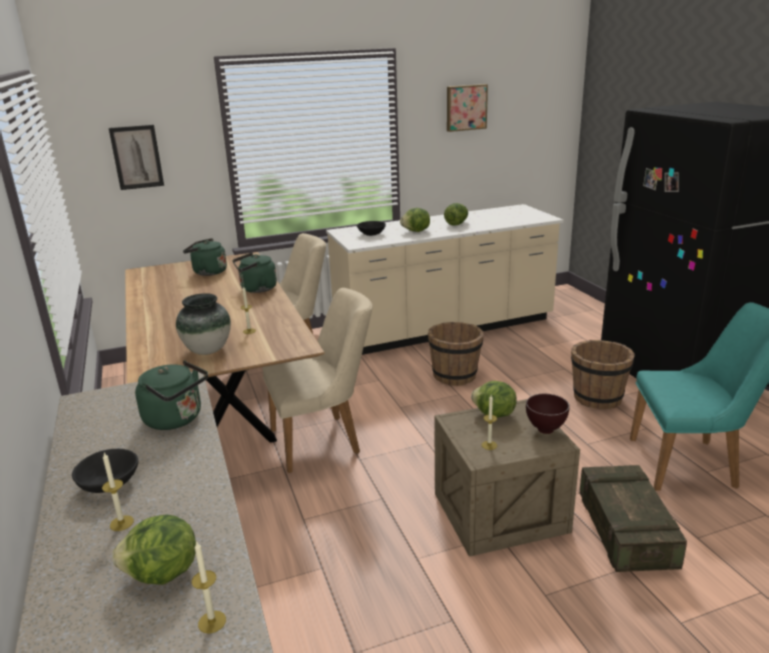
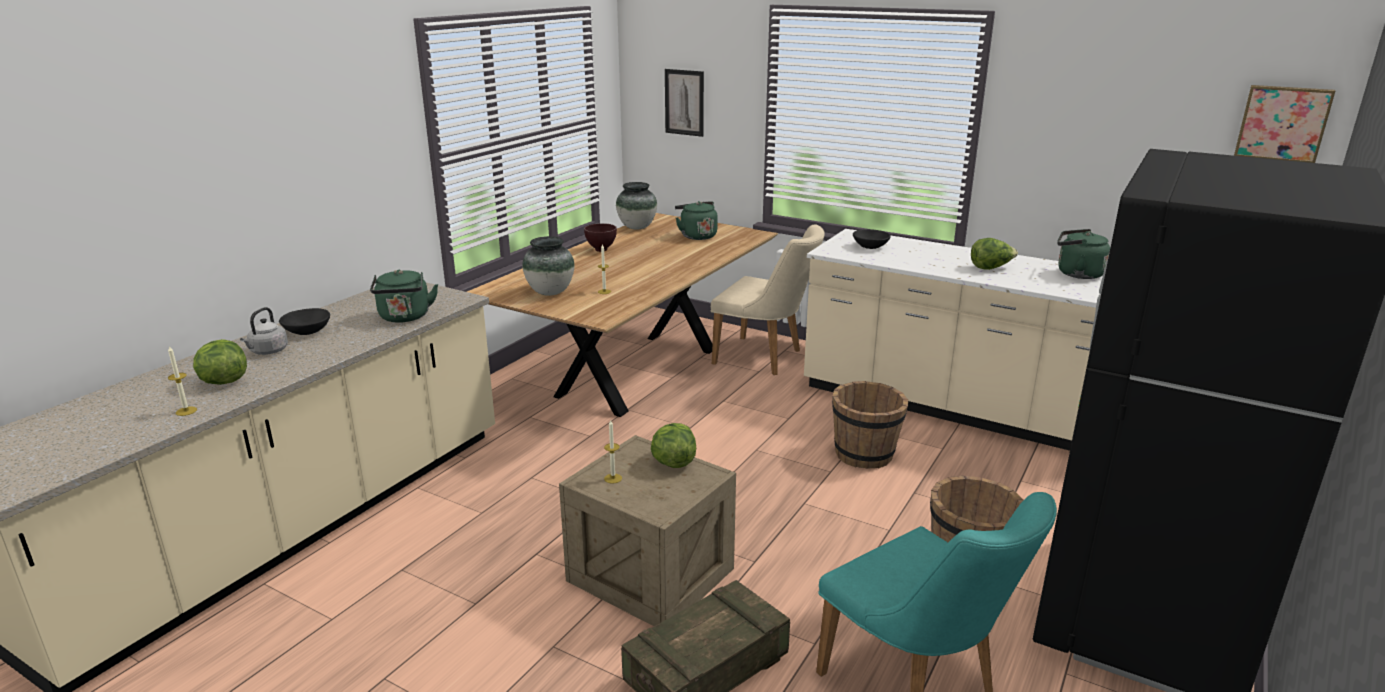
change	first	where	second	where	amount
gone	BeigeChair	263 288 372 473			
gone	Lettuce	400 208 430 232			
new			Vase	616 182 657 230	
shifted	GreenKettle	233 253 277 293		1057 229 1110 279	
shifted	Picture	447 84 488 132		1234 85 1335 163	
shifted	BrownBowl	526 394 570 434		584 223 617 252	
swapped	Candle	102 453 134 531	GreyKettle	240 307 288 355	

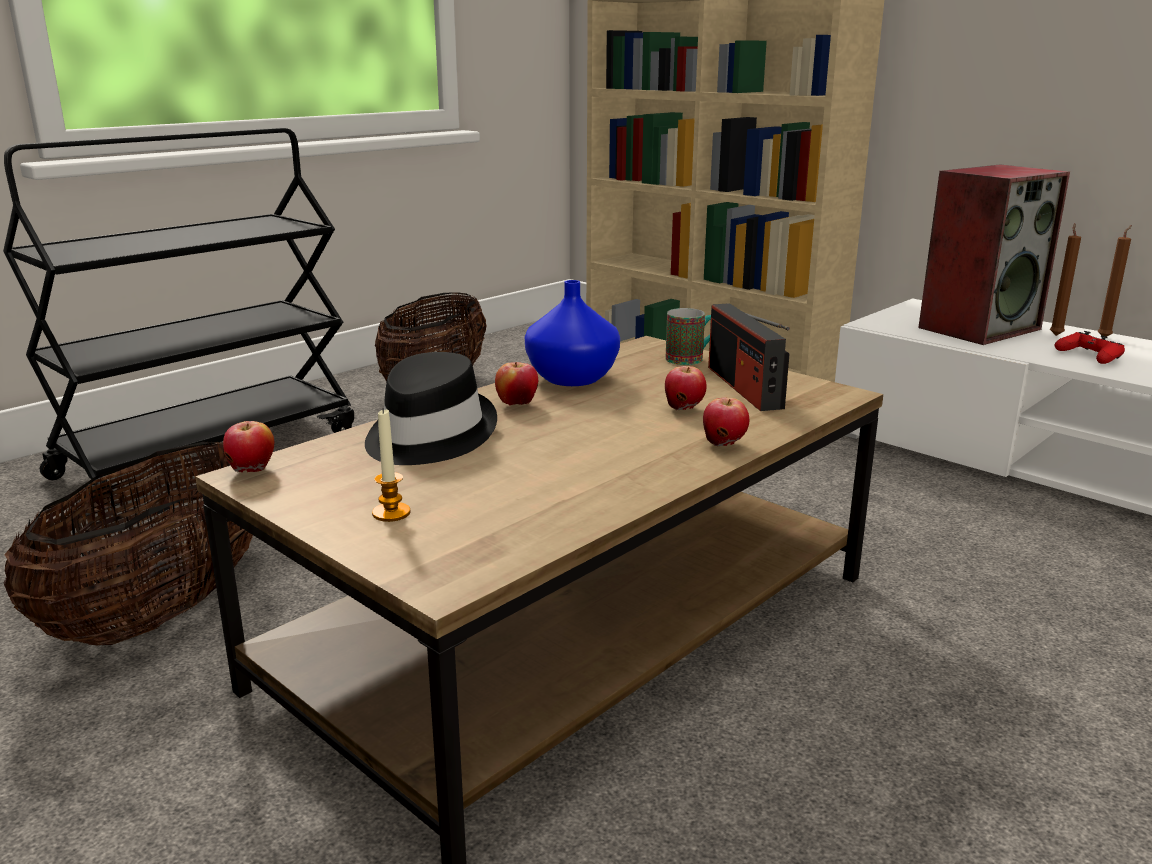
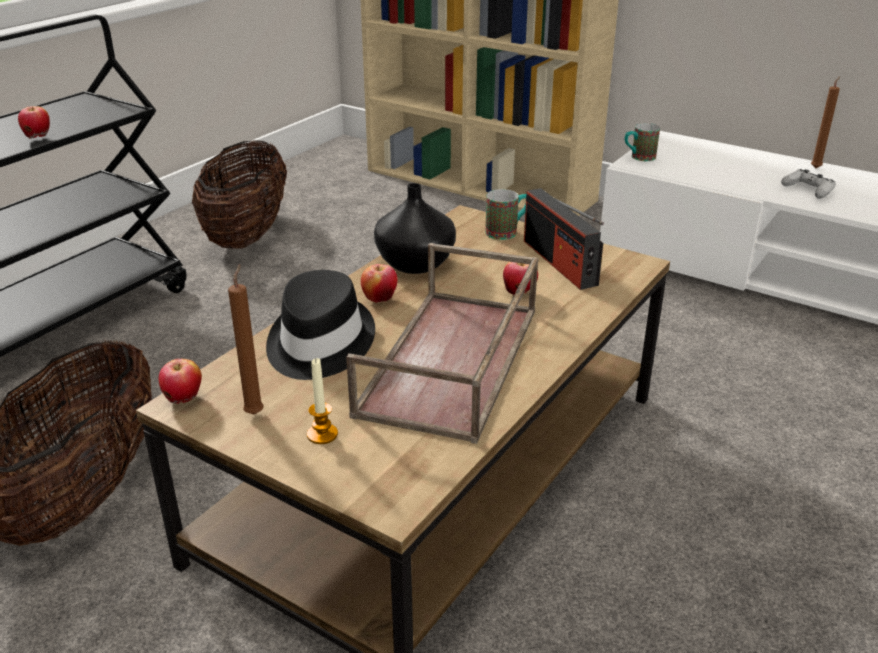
change	first	where	second	where	amount
gone	Speaker	918 165 1070 345			
new			BrownTray	346 243 538 444	
new			Mug	625 123 660 161	
shifted	Apple	703 397 749 447		18 106 50 139	
shifted	BrownCandle	1050 223 1081 336		228 264 264 415	
repainted	BlueVase	525 280 620 386	BlackVase	374 183 456 274	
repainted	RedGameController	1055 331 1125 364	WhiteGameController	781 169 836 199	

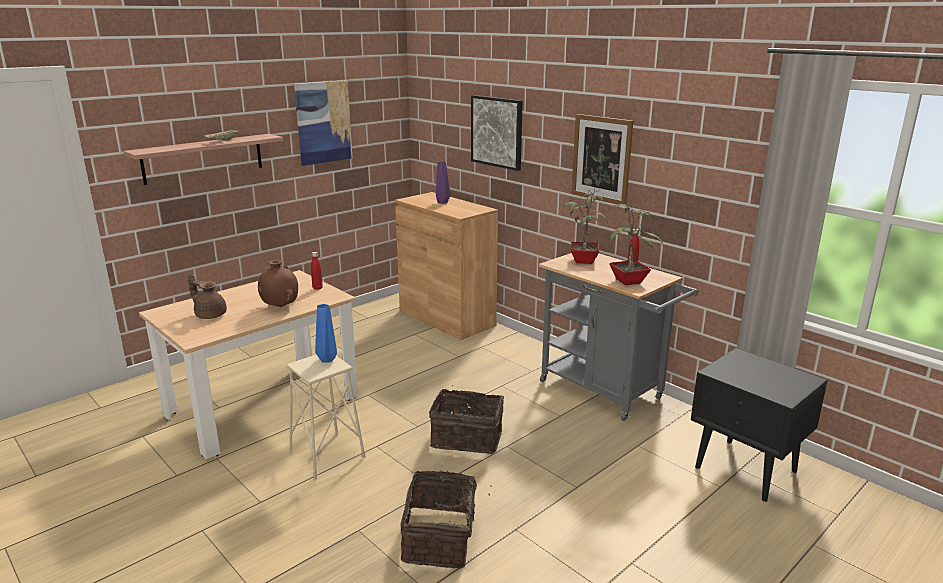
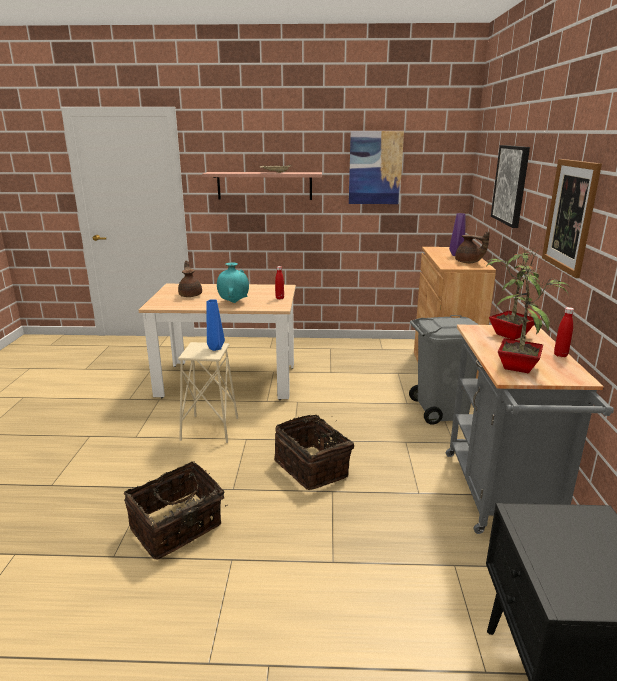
change	first	where	second	where	amount
new			GreyTrashCan	409 315 478 425	
new			BrownTeapot	455 231 490 263	
repainted	BrownVase	258 260 298 307	TurquoiseVase	217 263 249 303	

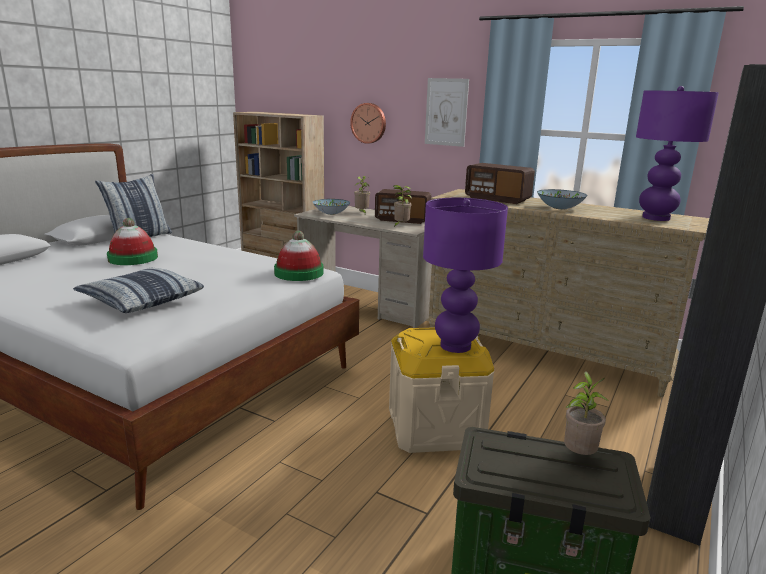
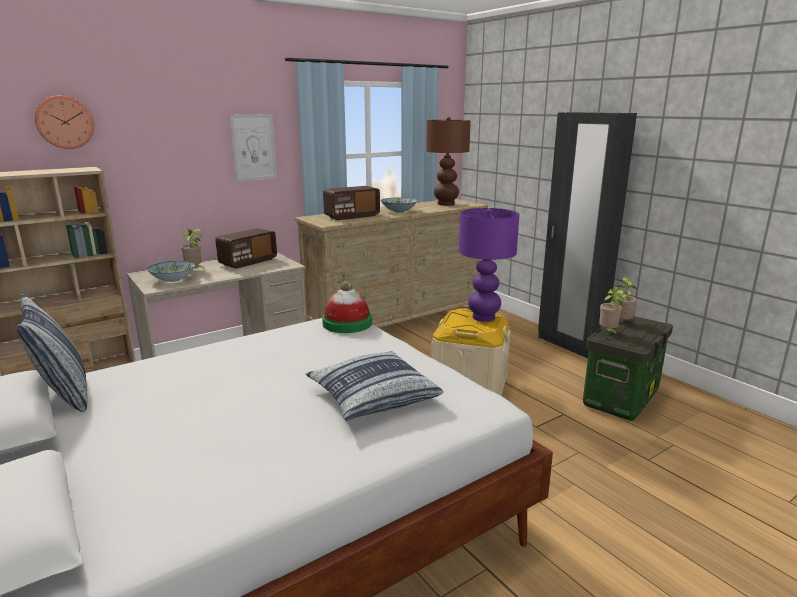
change	first	where	second	where	amount
gone	Hat	107 218 158 265			
shifted	WallClock	350 103 386 144		35 95 94 149	
shifted	PottedPlant	393 185 412 228		599 286 624 337	
repainted	PurpleTableLamp	636 86 719 221	BrownTableLamp	426 117 471 206	

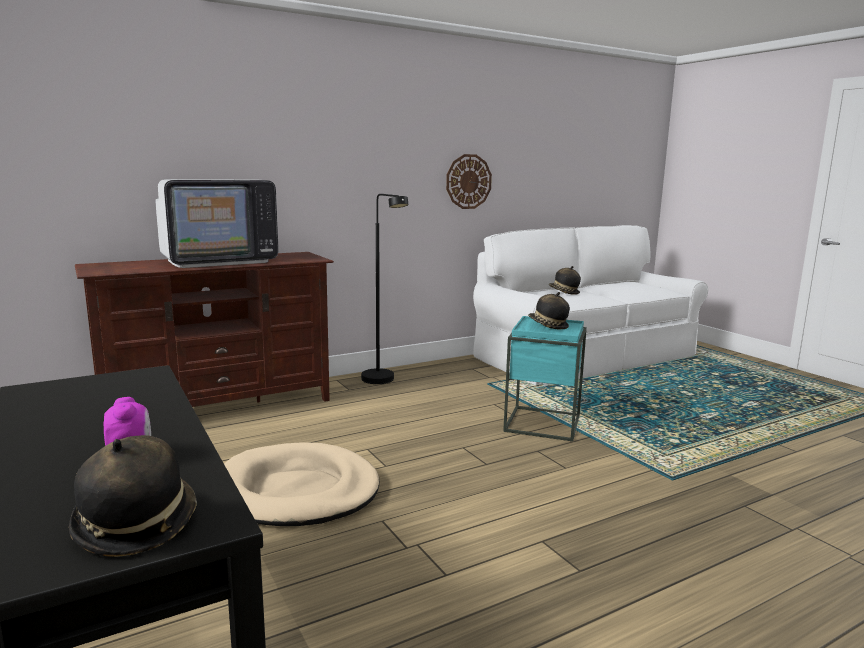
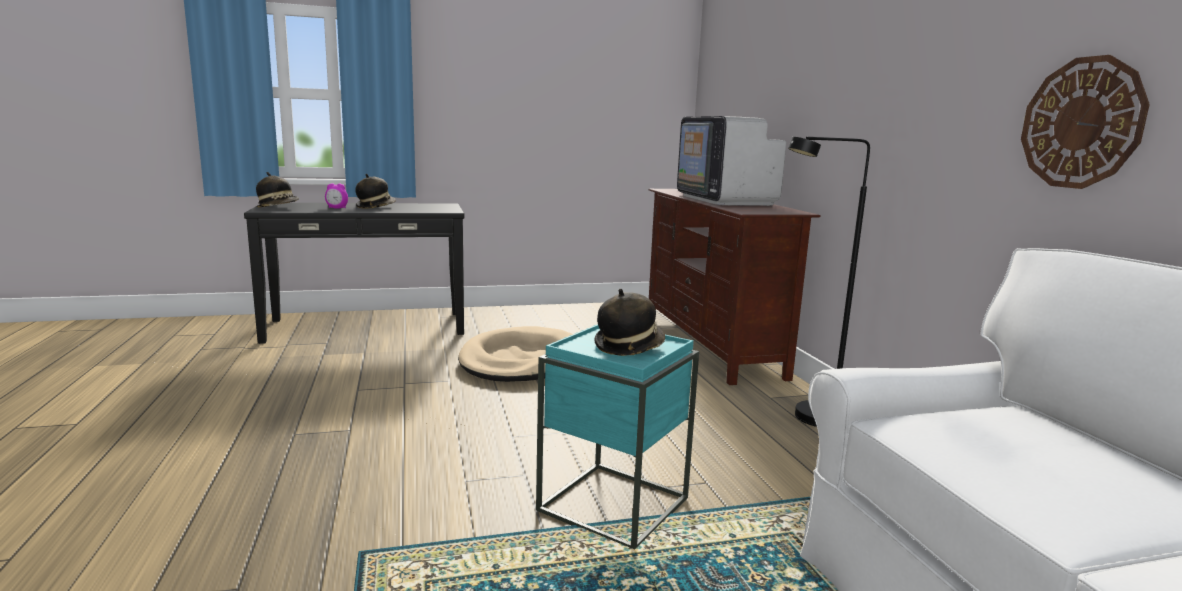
change	first	where	second	where	amount
shifted	Hat	549 266 581 295		356 174 396 209	

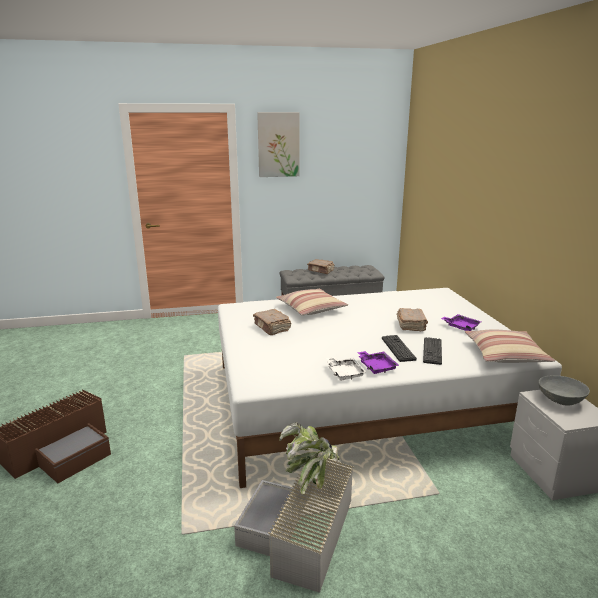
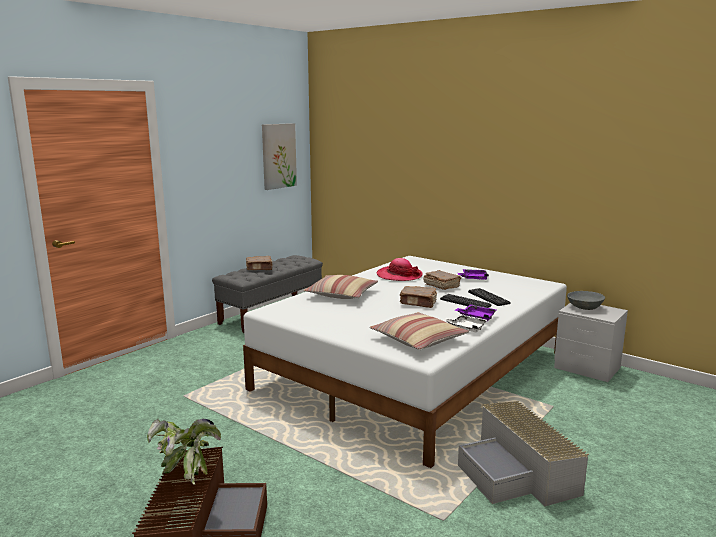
change	first	where	second	where	amount
new			Hat	376 258 423 281	
shifted	BrownBook	253 309 291 335		400 286 437 308	
shifted	Picture	257 112 300 177		262 123 297 190	
shifted	PottedPlant	280 422 340 494		147 419 221 485	
shifted	Pillow	465 329 555 363		369 312 469 350	

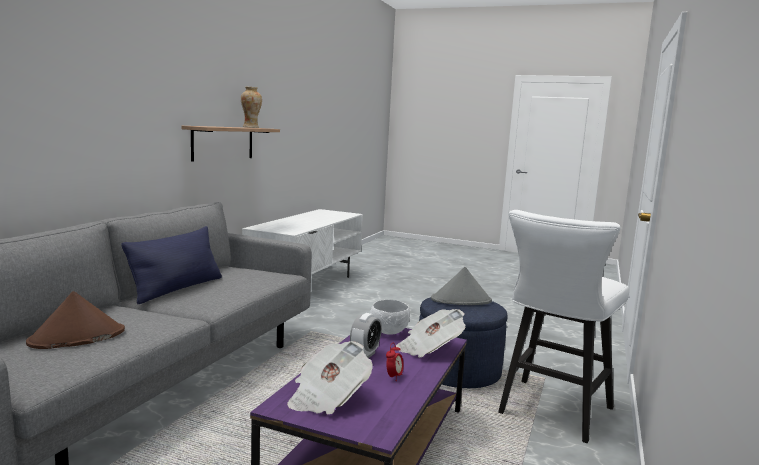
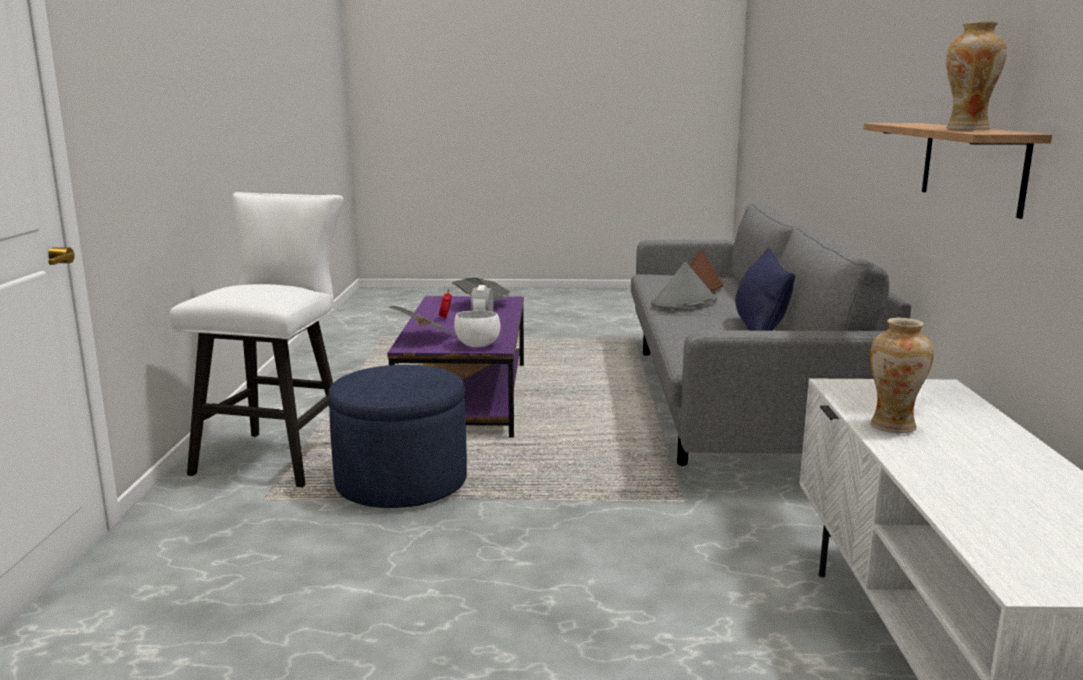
change	first	where	second	where	amount
new			Vase	870 318 934 433	
shifted	GreyHat	431 267 492 305		651 262 717 309	

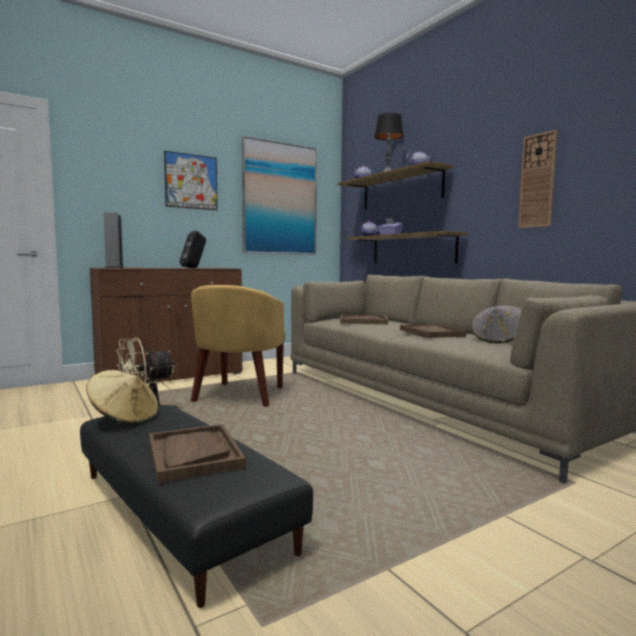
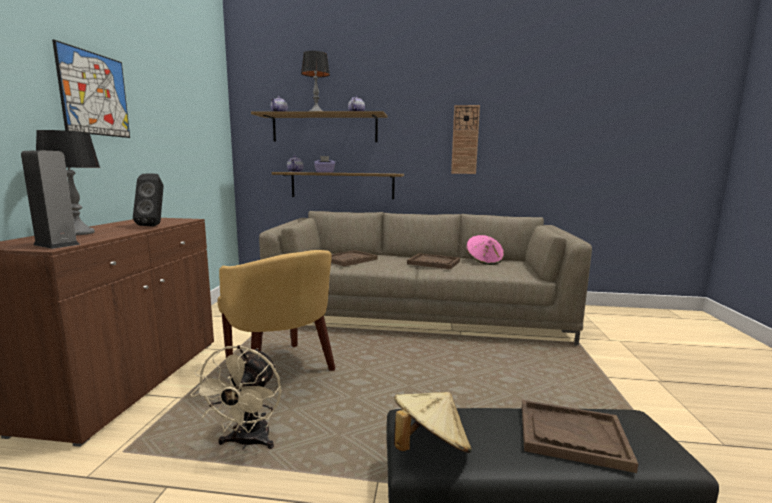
change	first	where	second	where	amount
gone	Picture	242 136 317 255			
new			TableLamp	36 130 100 235	
repainted	GreyHat	471 305 522 344	PinkHat	467 235 504 265	

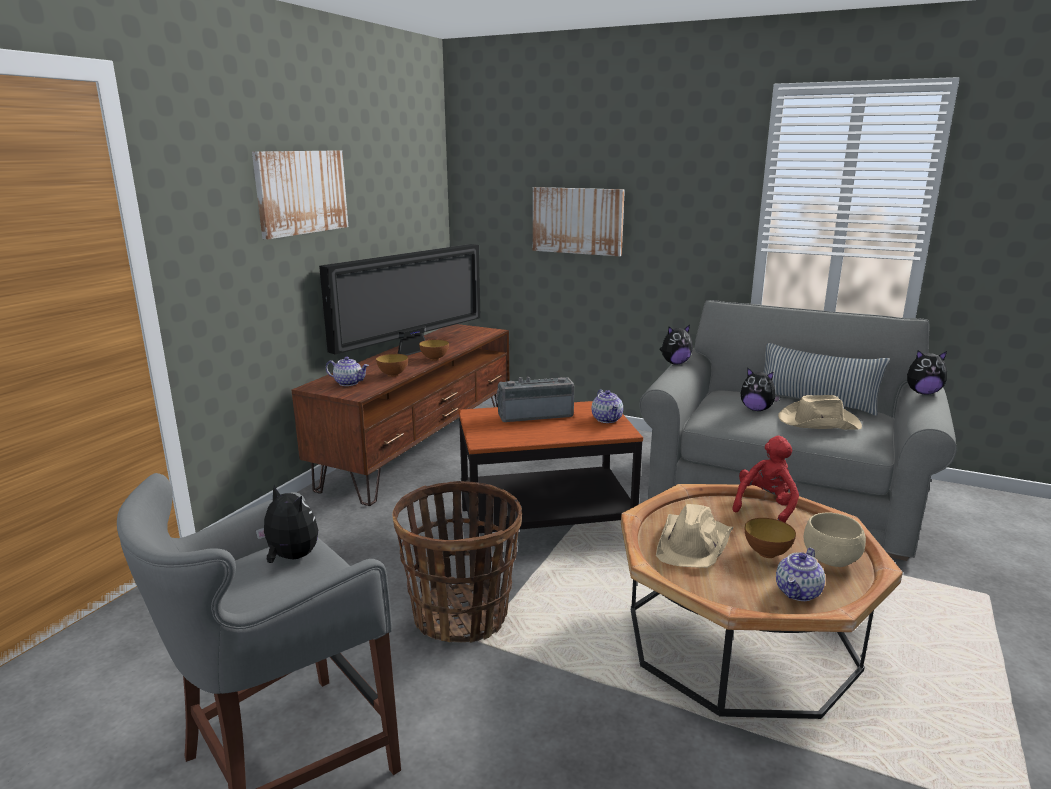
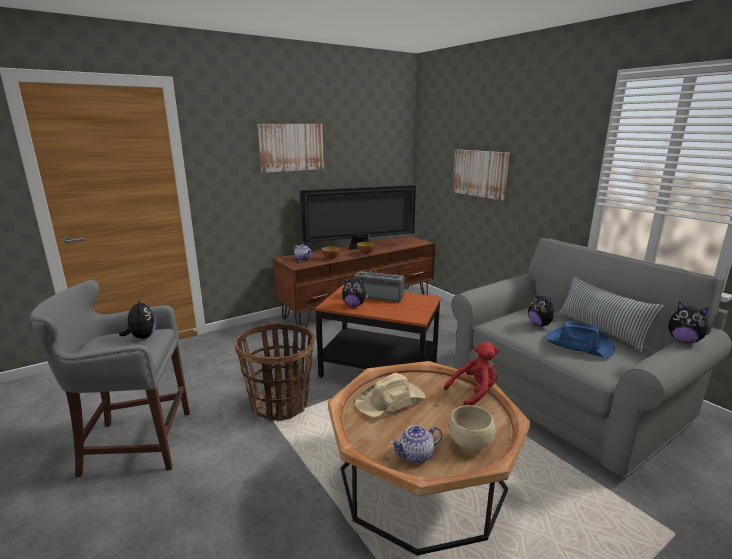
change	first	where	second	where	amount
gone	Teapot	592 389 623 423			
gone	Bowl	745 518 796 558			
shifted	PlushToy	659 325 693 364		342 277 369 307	
repainted	BeigeHat	778 395 862 430	BlueHat	545 321 615 358	

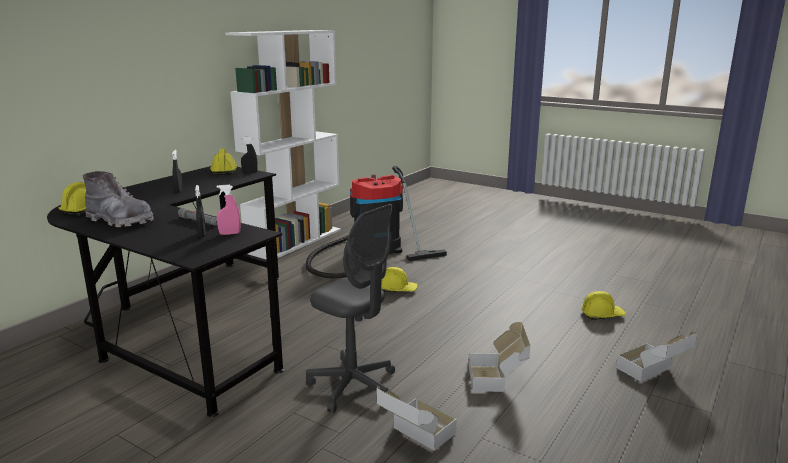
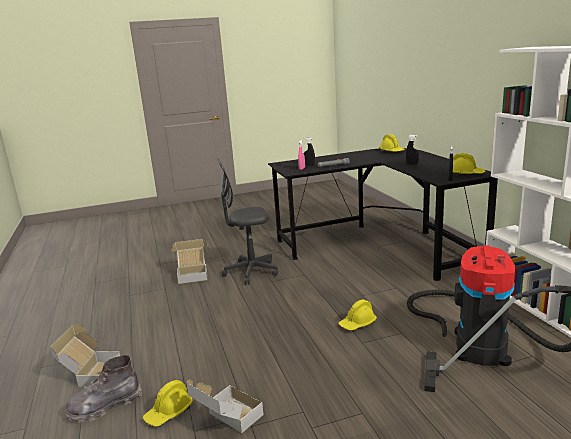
change	first	where	second	where	amount
shifted	GreyBoot	83 171 154 227		66 355 142 423	
shifted	CardboardBox	468 322 530 392		186 379 264 433	

